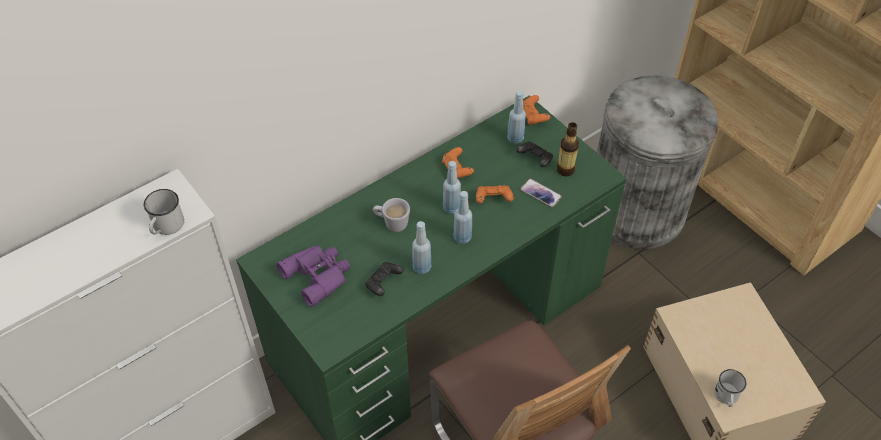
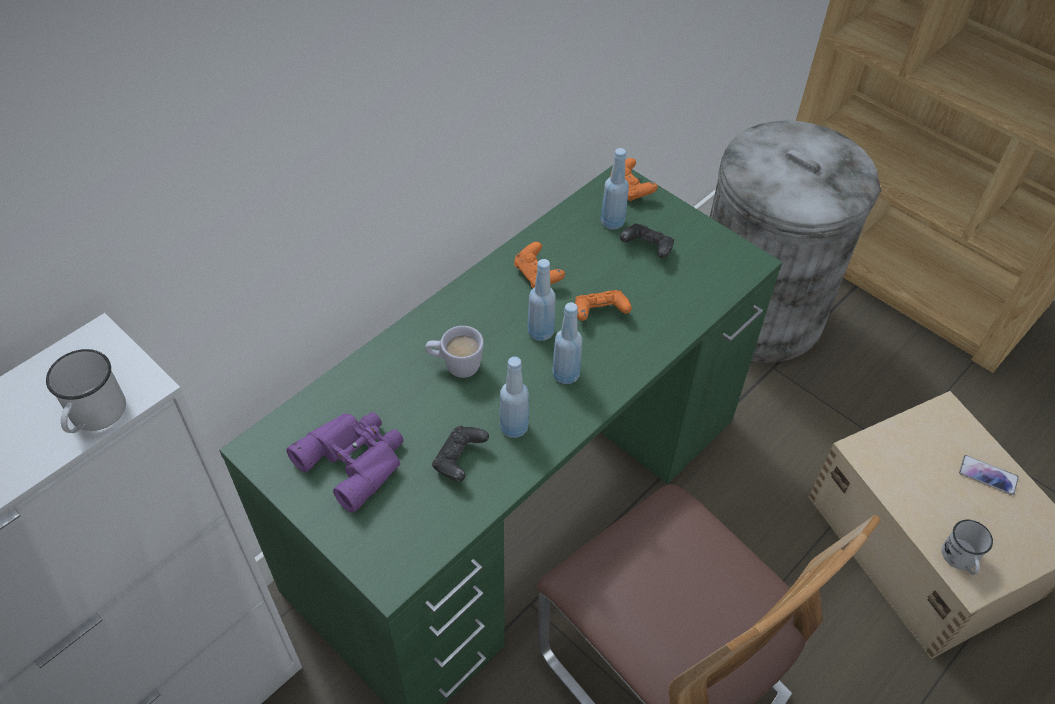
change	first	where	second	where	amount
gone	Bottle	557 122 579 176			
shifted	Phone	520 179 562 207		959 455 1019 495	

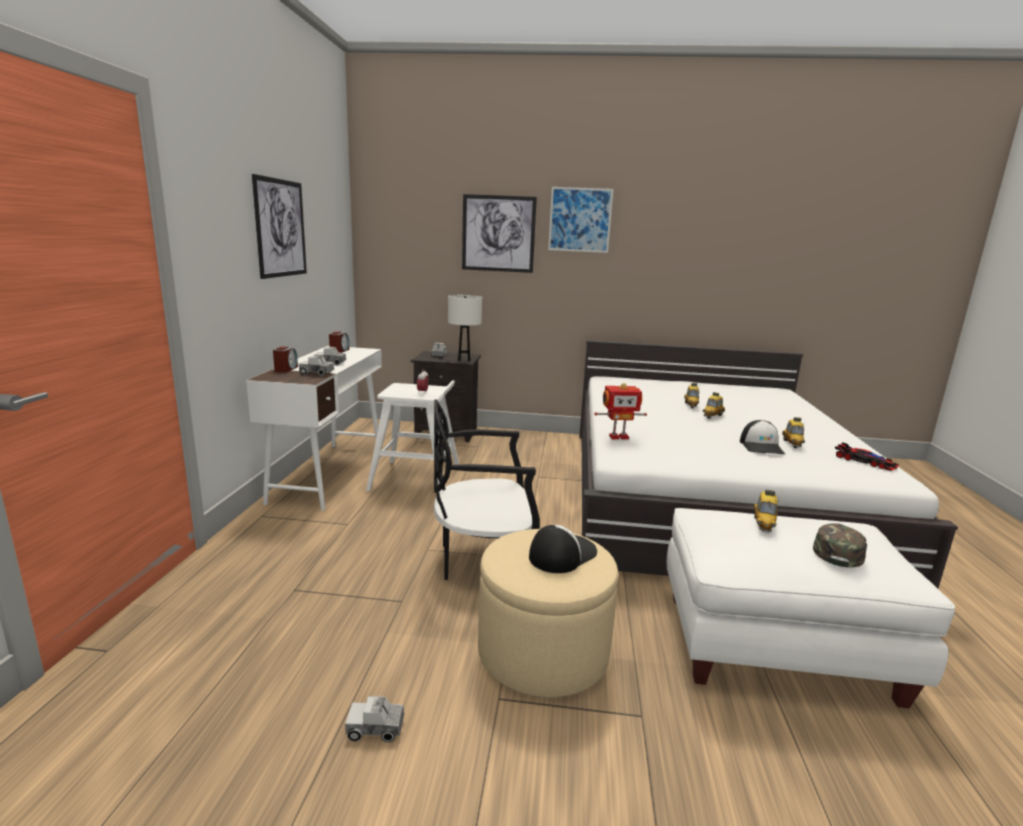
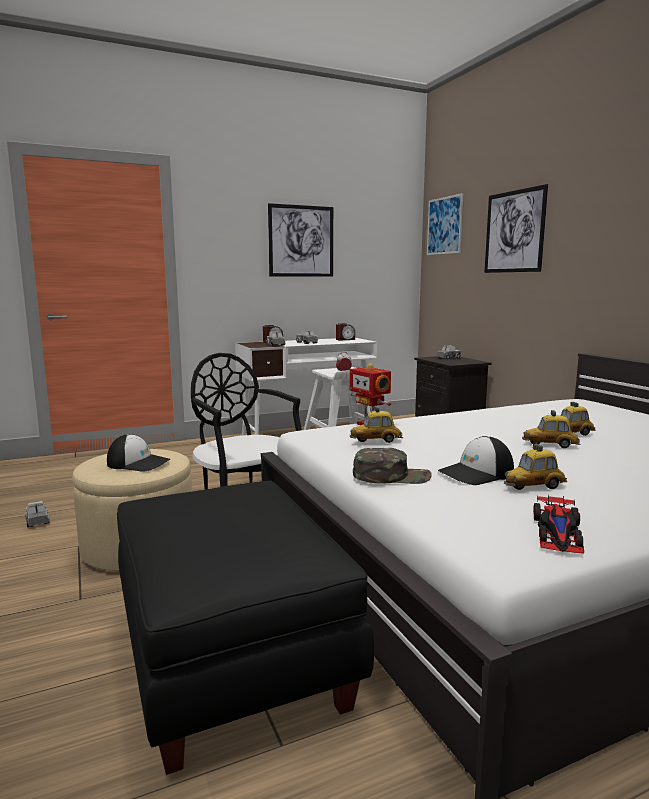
change	first	where	second	where	amount
gone	WhiteTableLamp	448 295 482 361			
shifted	Picture	548 187 613 253		427 193 463 255	
shifted	ToyCar	754 490 779 533		350 406 403 443	
shifted	GreenCap	813 523 867 568		353 448 432 484	
repainted	WhiteOttoman	667 508 955 708	BlackOttoman	117 480 374 775	

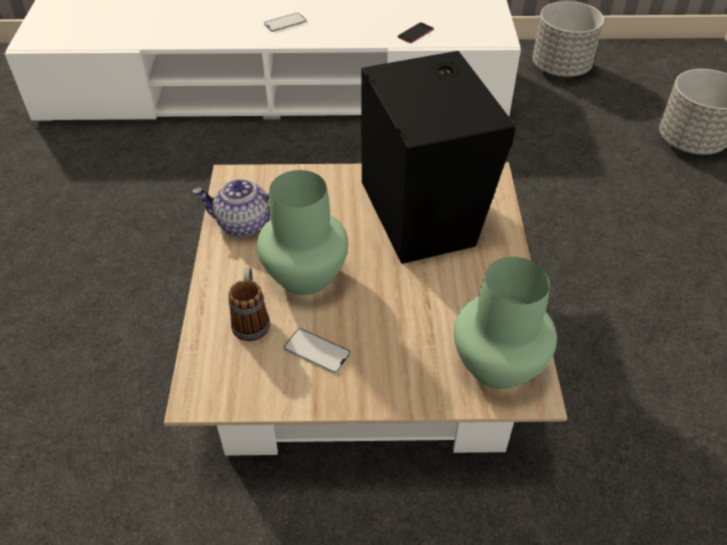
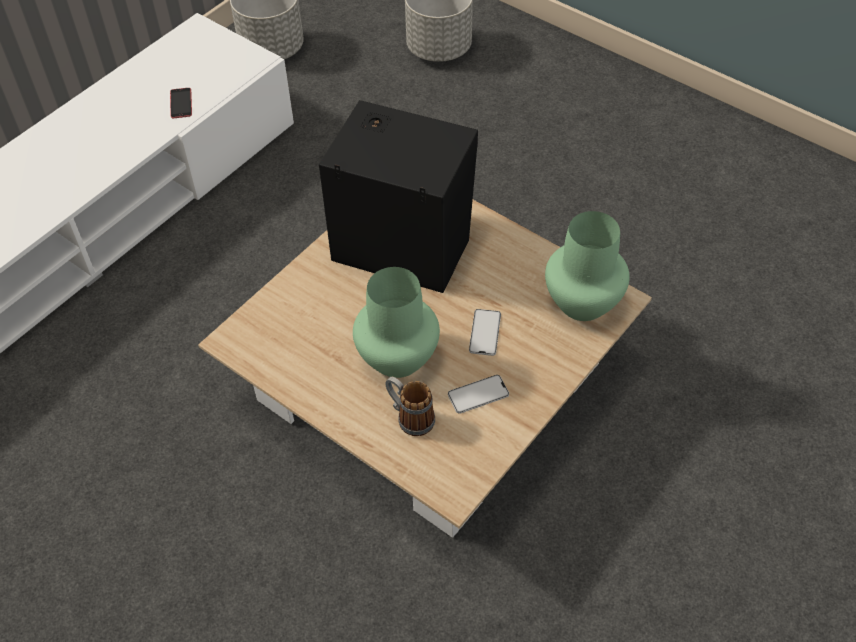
change	first	where	second	where	amount
gone	Teapot	192 179 271 237			
shifted	Phone	264 13 307 32		469 309 501 356	

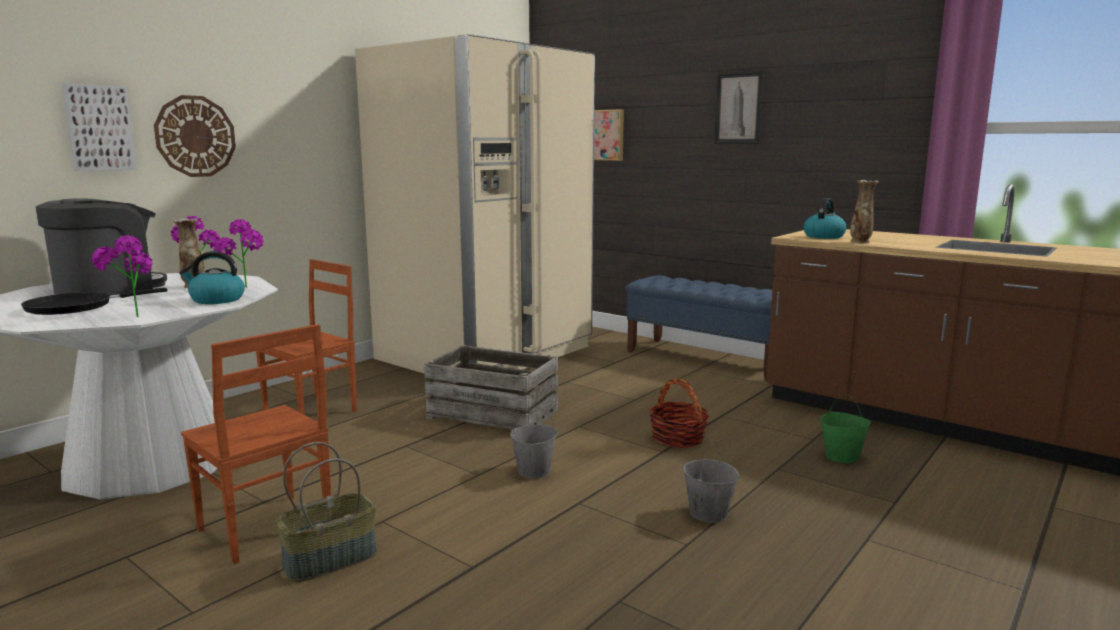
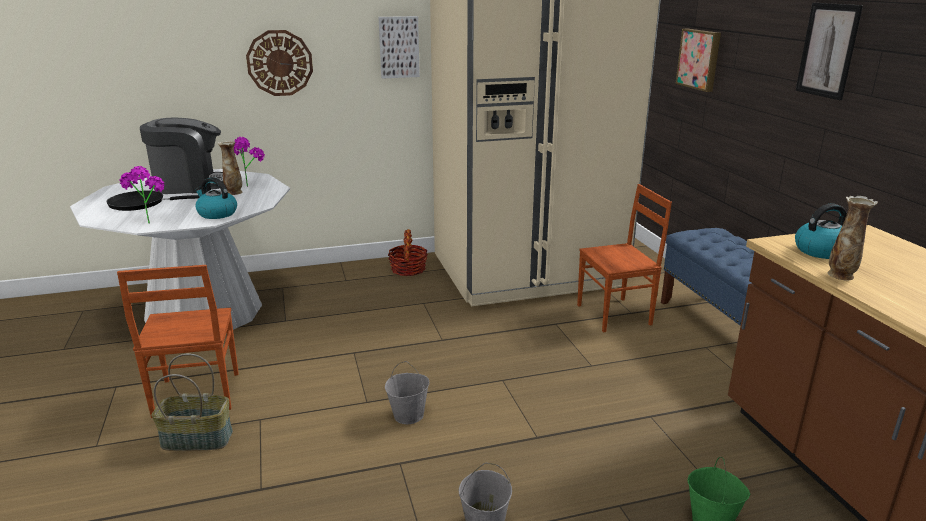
change	first	where	second	where	amount
gone	PottedPlant	214 219 264 288			
gone	Crate	424 345 558 430			
shifted	Picture	61 83 137 171		378 16 420 79	
shifted	BrownChair	256 259 357 415		577 184 672 332	
shifted	Basket	649 379 709 448		388 229 428 276	

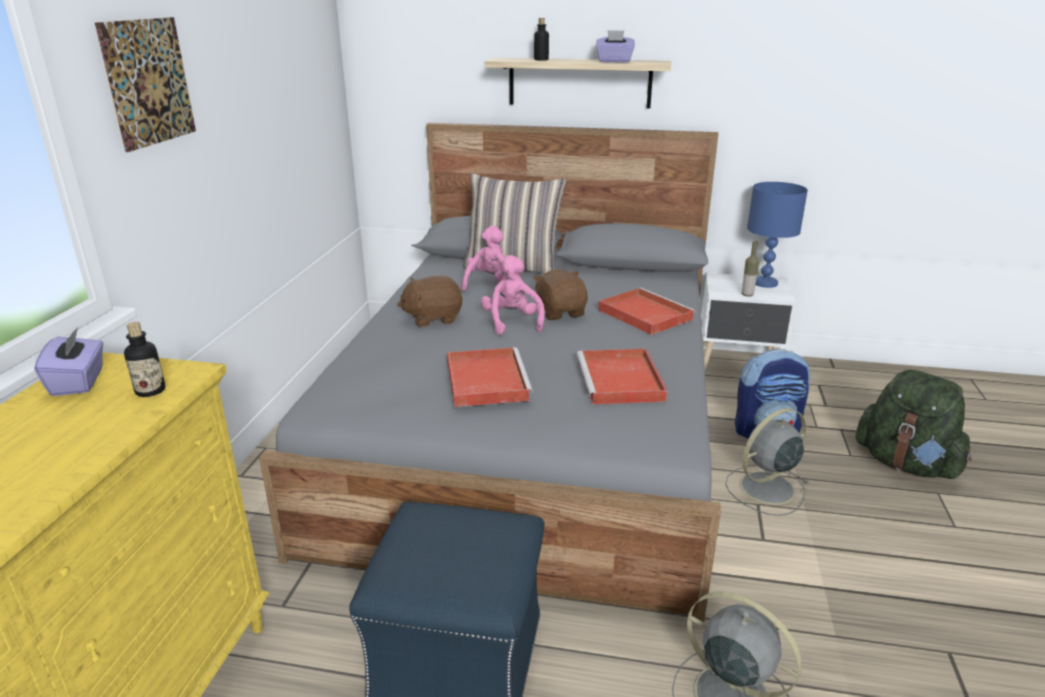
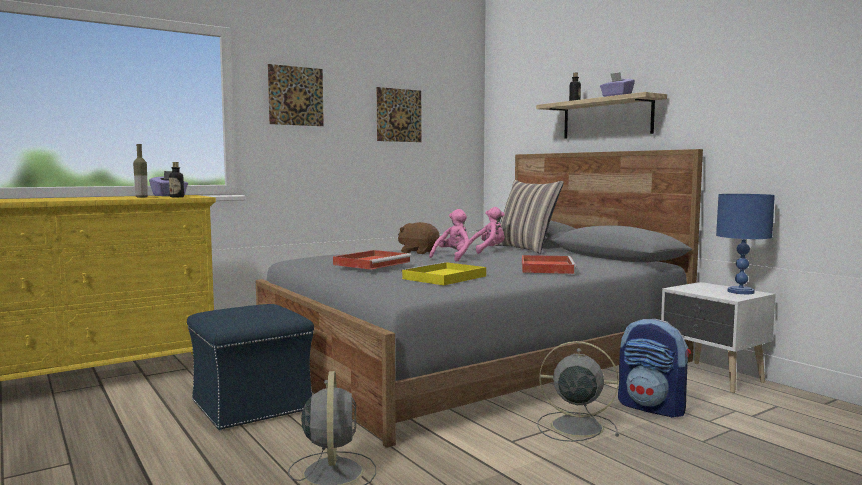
change	first	where	second	where	amount
gone	BrownPlushToy	533 269 588 320			
gone	GreenBackpack	855 370 972 479			
new			Picture	377 87 421 142	
shifted	Bottle	742 241 759 297		133 144 148 198	
repainted	RedTray	577 349 667 405	YellowTray	401 262 486 285	

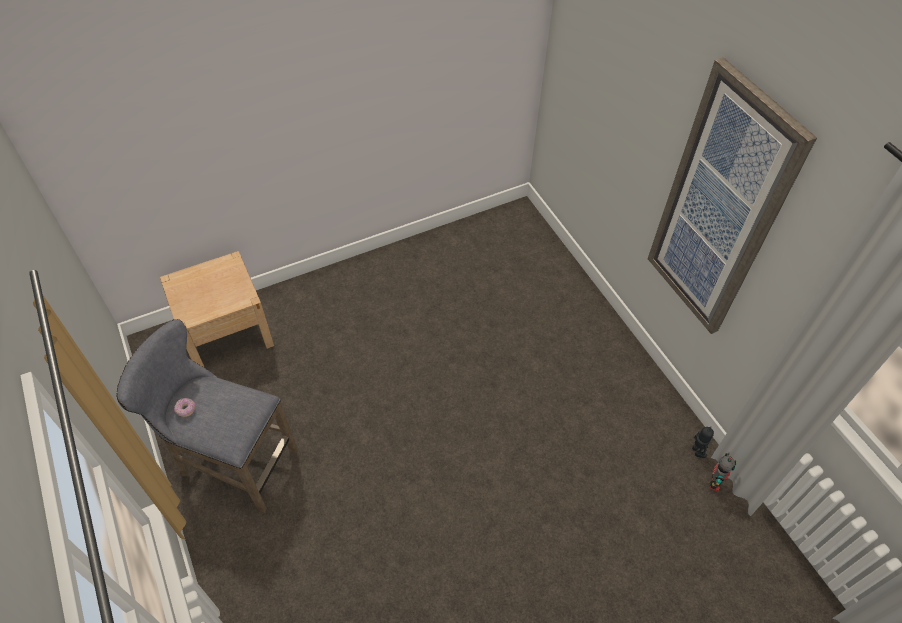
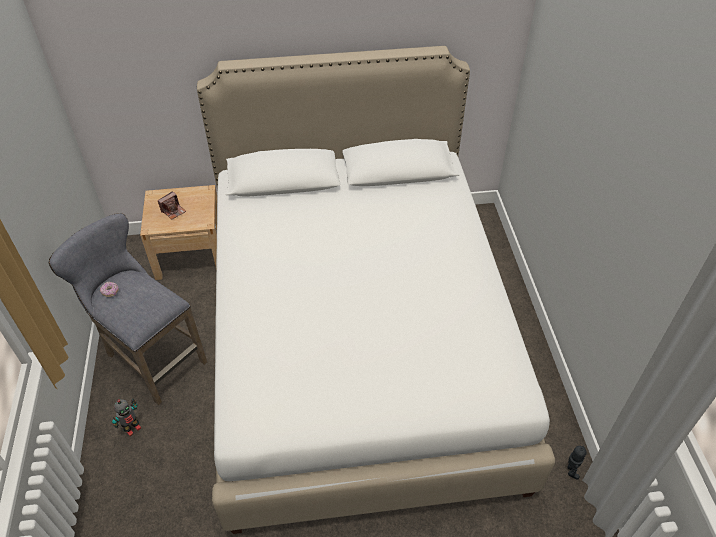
change	first	where	second	where	amount
gone	Picture	648 57 817 334			
new			PhotoCamera	158 191 186 220	
new			WhiteBed	197 46 555 534	
shifted	ToyRobot	709 452 737 492		112 399 141 436	

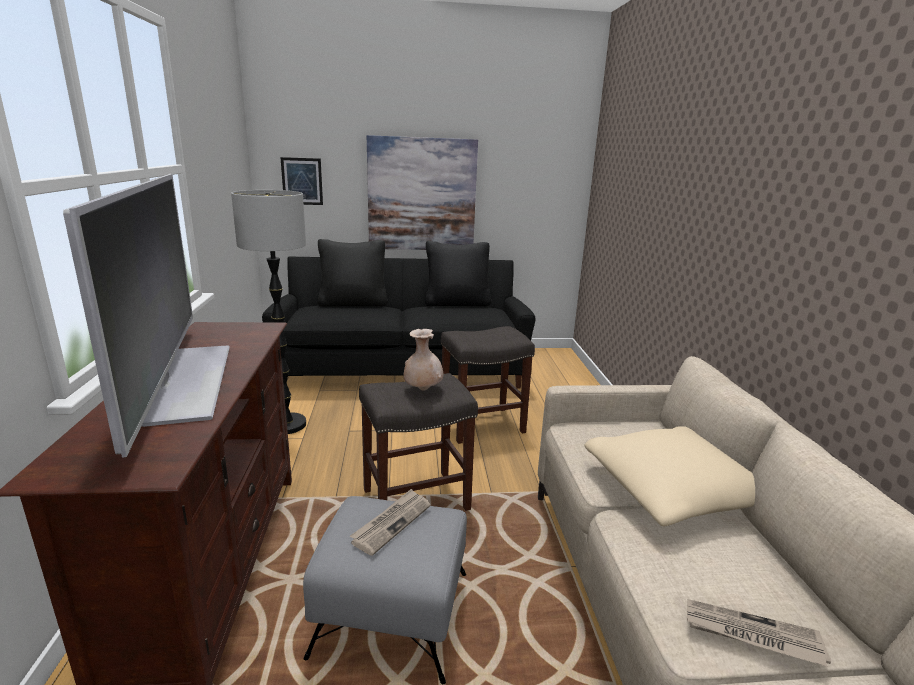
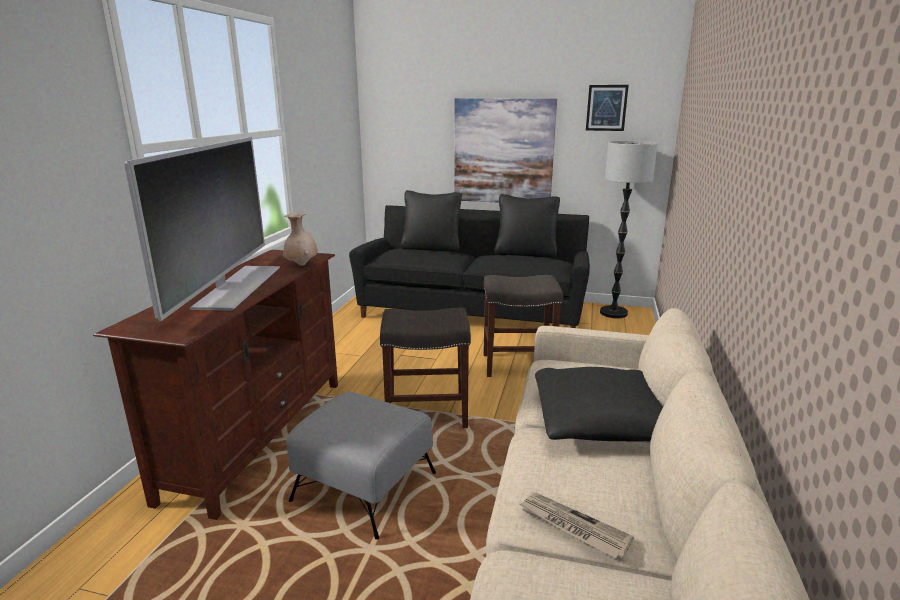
change	first	where	second	where	amount
gone	Newspaper	350 489 430 556			
shifted	FloorLamp	231 190 306 434		600 141 658 318	
shifted	Picture	280 157 323 205		586 85 629 131	
shifted	BeigeVase	403 329 443 391		284 212 318 266	
repainted	BeigePillow	584 426 755 526	BlackPillow	535 367 663 441	

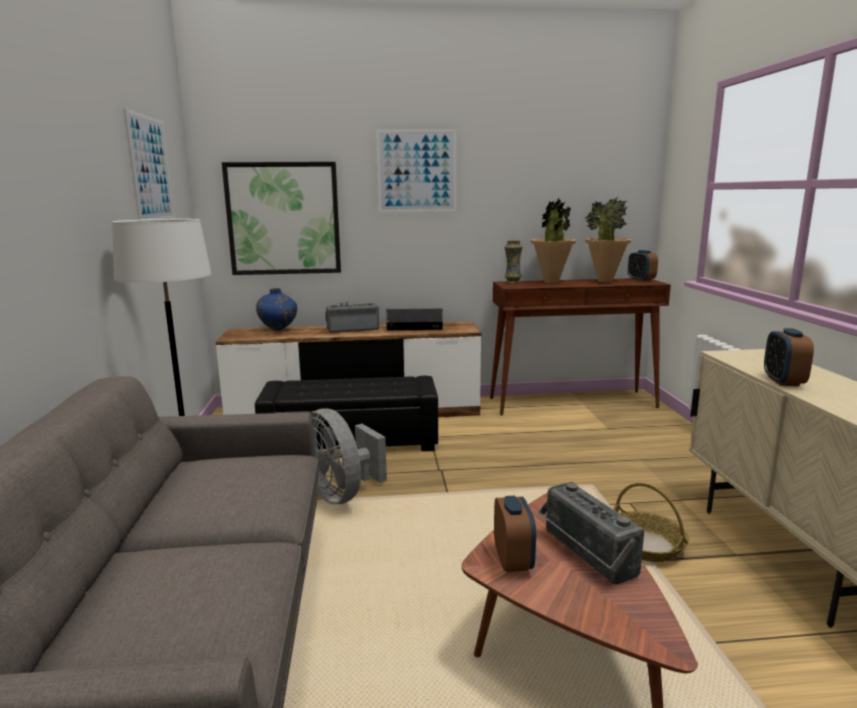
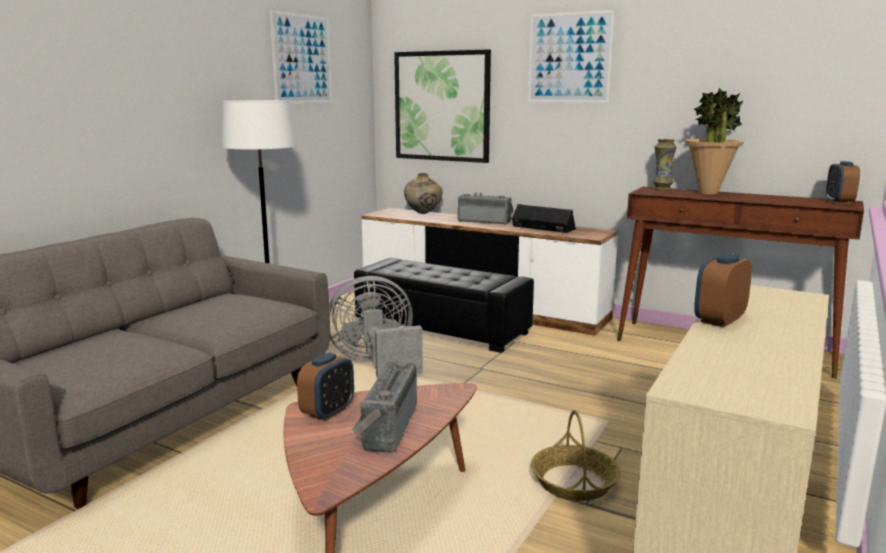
change	first	where	second	where	amount
gone	PottedPlant	585 197 632 283			
repainted	BlueVase	256 288 297 331	BeigeVase	404 173 443 214	
rotated	GreyFan	310 408 387 505		329 276 423 378	75 degrees clockwise

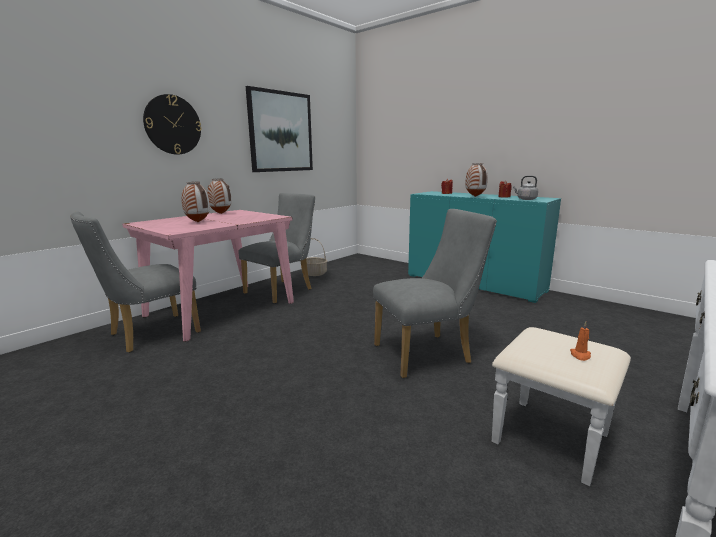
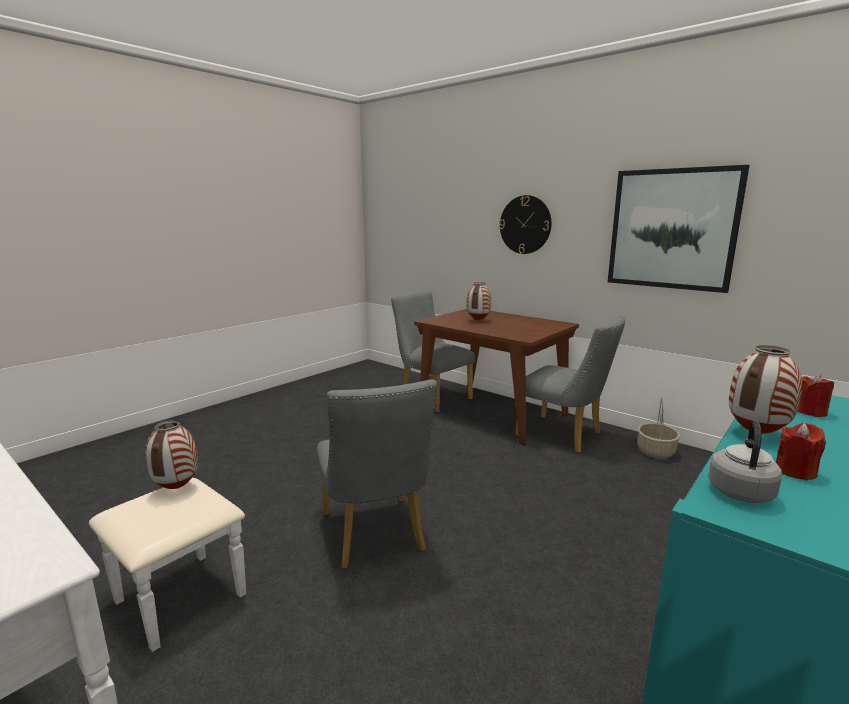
change	first	where	second	where	amount
gone	OrangeCandle	570 322 591 361			
shifted	Vase	207 179 231 214		145 420 198 489	
repainted	PinkDiningTable	122 210 294 342	BrownDiningTable	414 309 579 446	

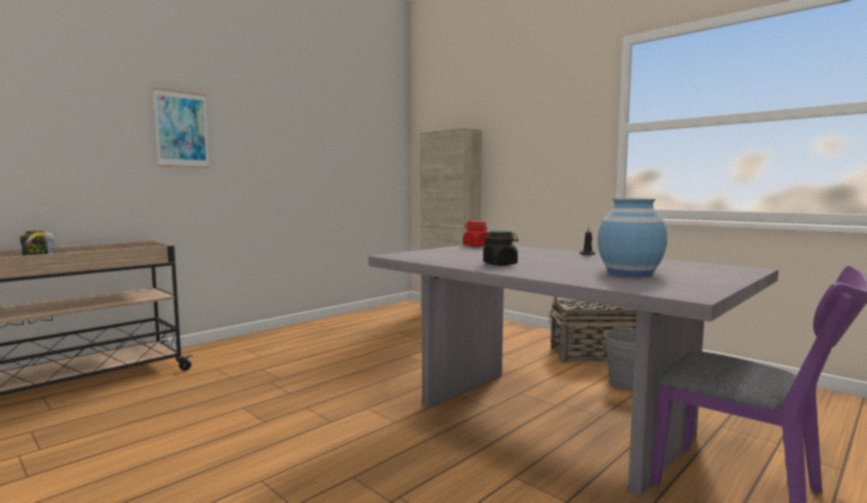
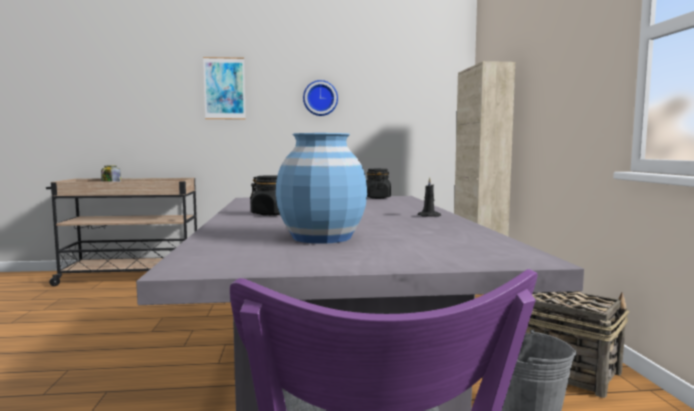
change	first	where	second	where	amount
new			WallClock	303 80 338 116	
repainted	RedJar	463 221 489 247	BlackJar	366 169 391 199	

